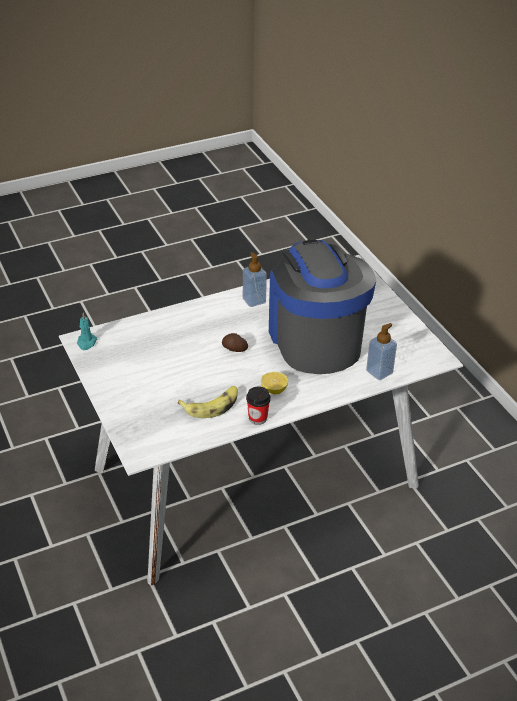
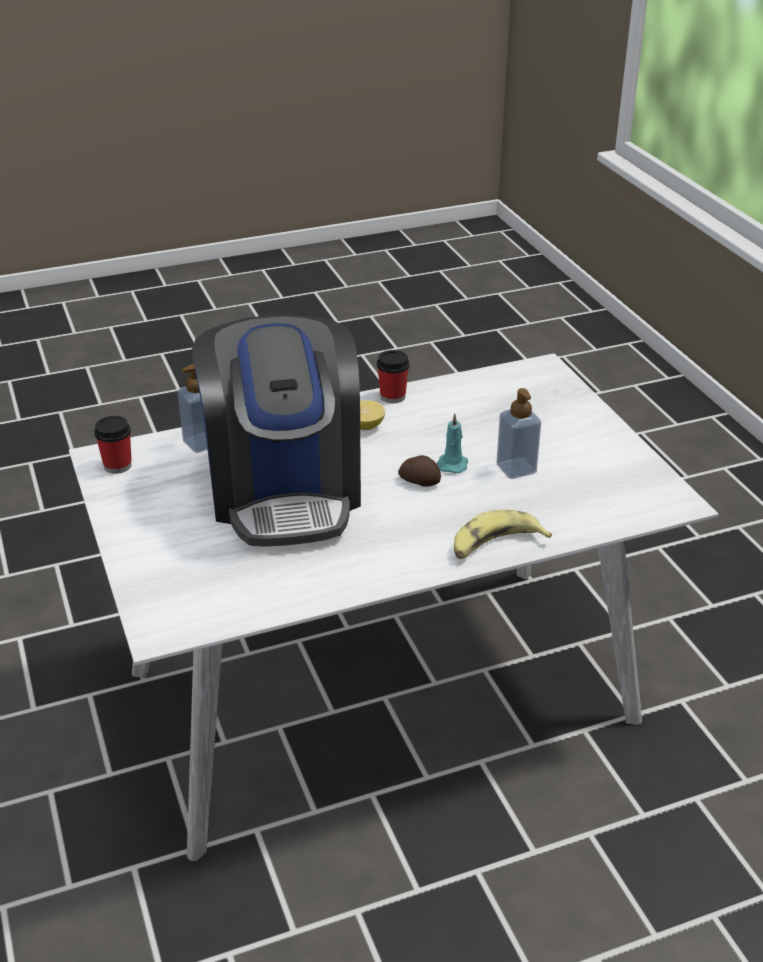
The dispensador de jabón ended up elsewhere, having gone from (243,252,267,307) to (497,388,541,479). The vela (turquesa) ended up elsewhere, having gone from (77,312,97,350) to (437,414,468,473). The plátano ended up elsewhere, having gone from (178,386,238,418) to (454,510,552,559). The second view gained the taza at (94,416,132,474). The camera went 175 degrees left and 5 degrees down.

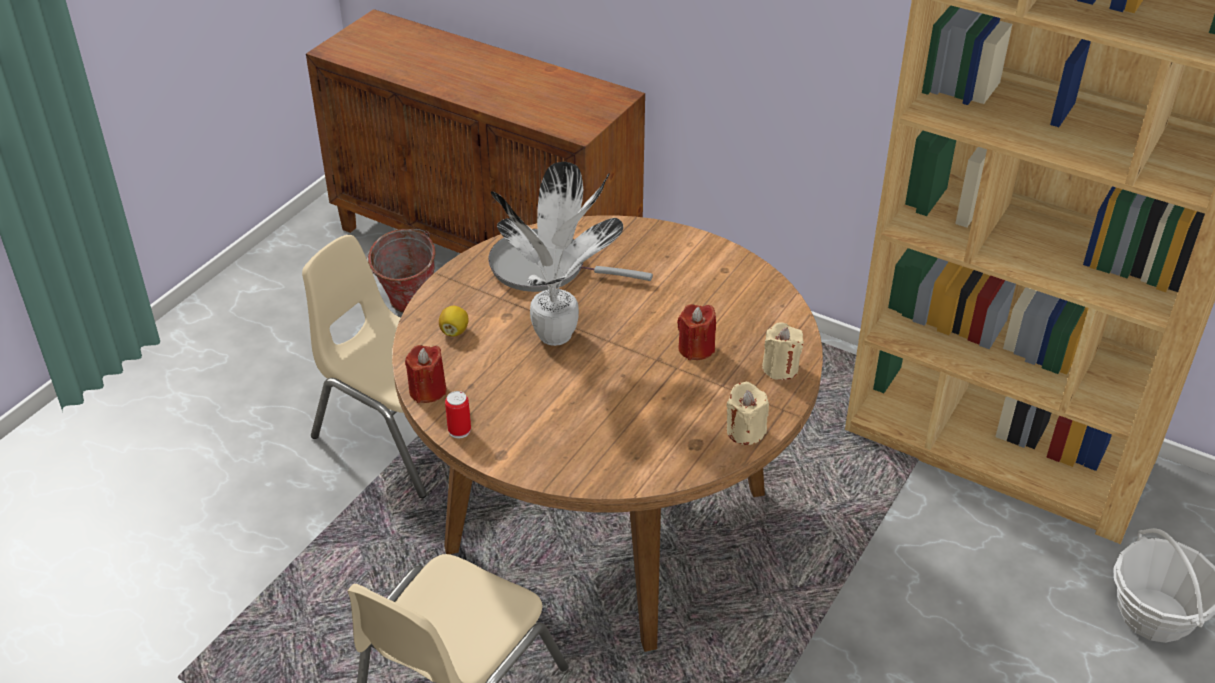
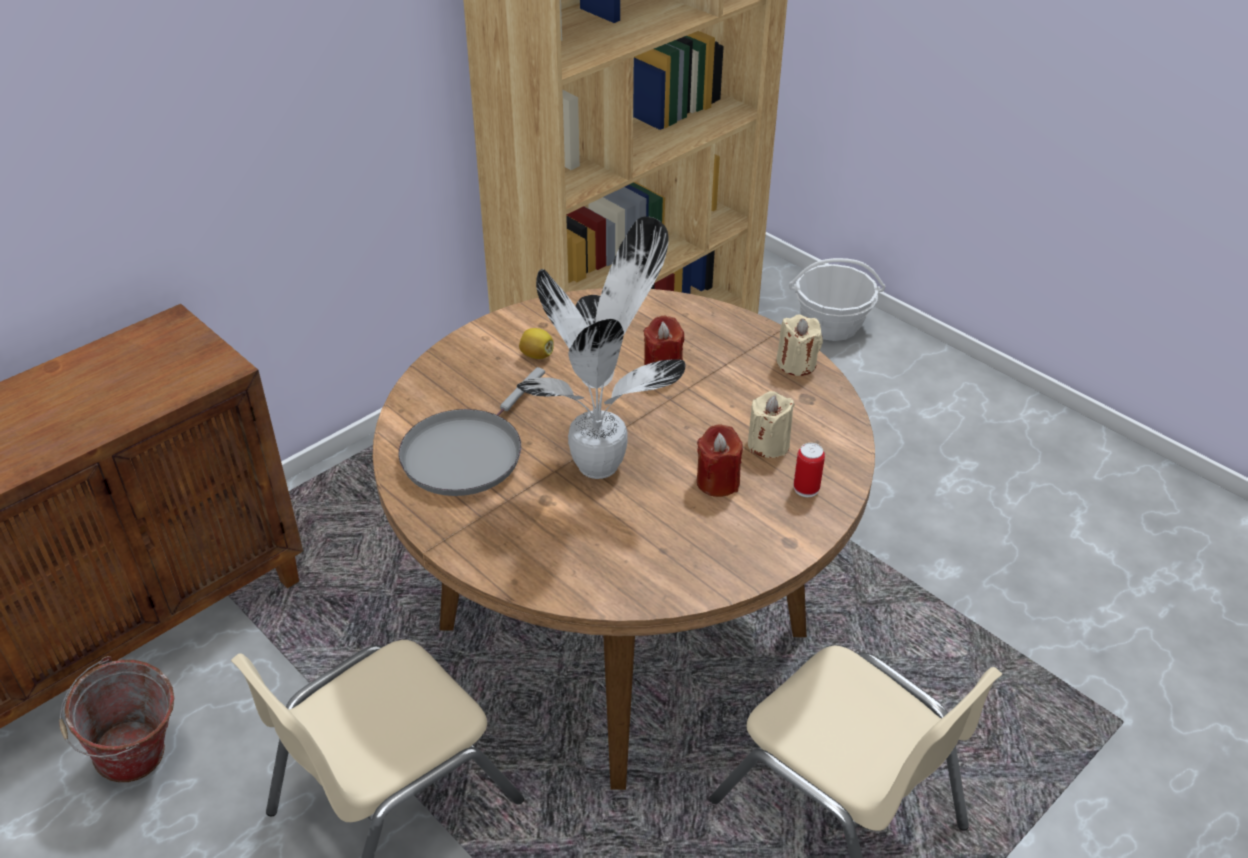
The limón ended up elsewhere, having gone from (439,306,469,337) to (519,328,554,359). The vela (beis) ended up elsewhere, having gone from (762,322,804,380) to (748,391,795,458). The vela (rojo) ended up elsewhere, having gone from (405,345,447,403) to (697,424,743,497). The lata ended up elsewhere, having gone from (445,391,471,438) to (794,443,825,497). The camera went 75 degrees left and 0 degrees up.

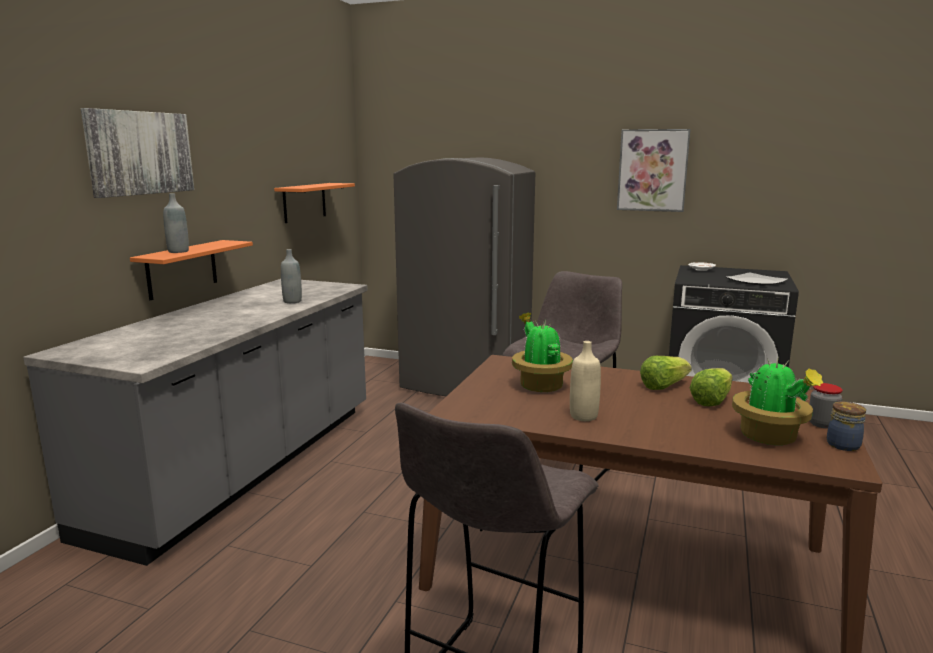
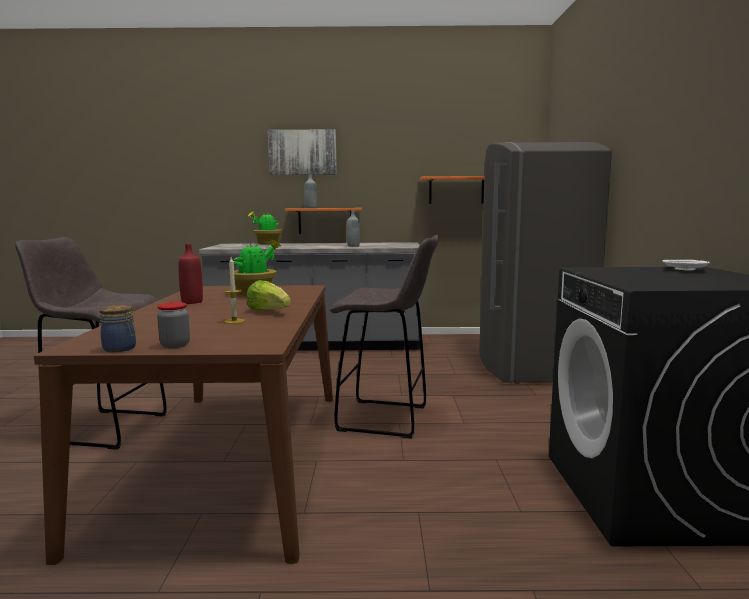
The second view lost the cuadro at (617,129,691,212). The second view lost the plato at (726,272,788,286). What was the botella (beis) at (570,341,601,421) turned into the botella (rojo) at (178,244,203,304). The planta en maceta ended up elsewhere, having gone from (732,355,823,445) to (248,211,282,245). Where the lechuga stood at (690,368,732,406), the vela came to stand at (224,257,245,324). The camera went 70 degrees right and 5 degrees down.

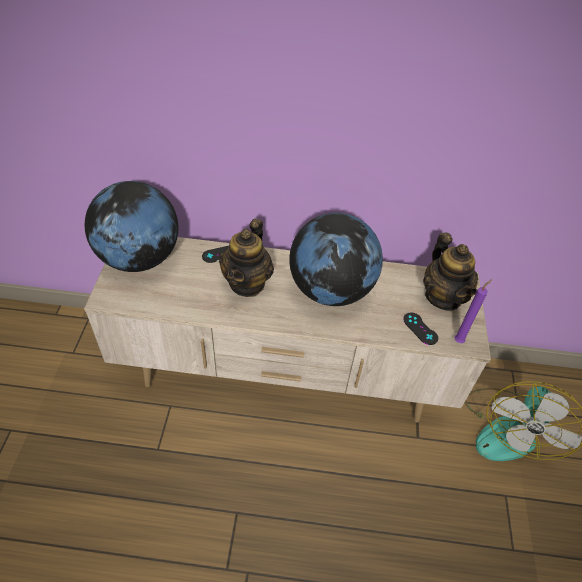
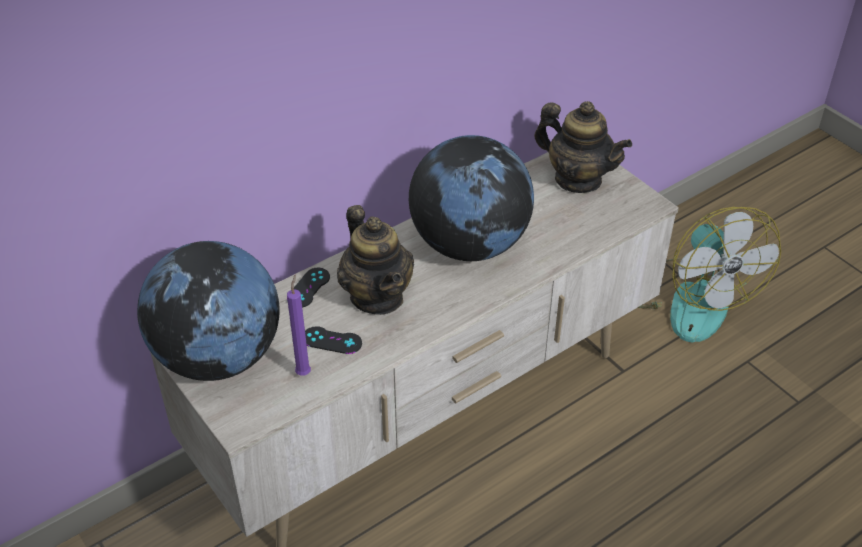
The vela (morado) ended up elsewhere, having gone from (455,279,492,343) to (287,274,311,376). The mando de consola (negro) ended up elsewhere, having gone from (403,313,438,345) to (305,326,362,354). The camera went 40 degrees left and 5 degrees down.

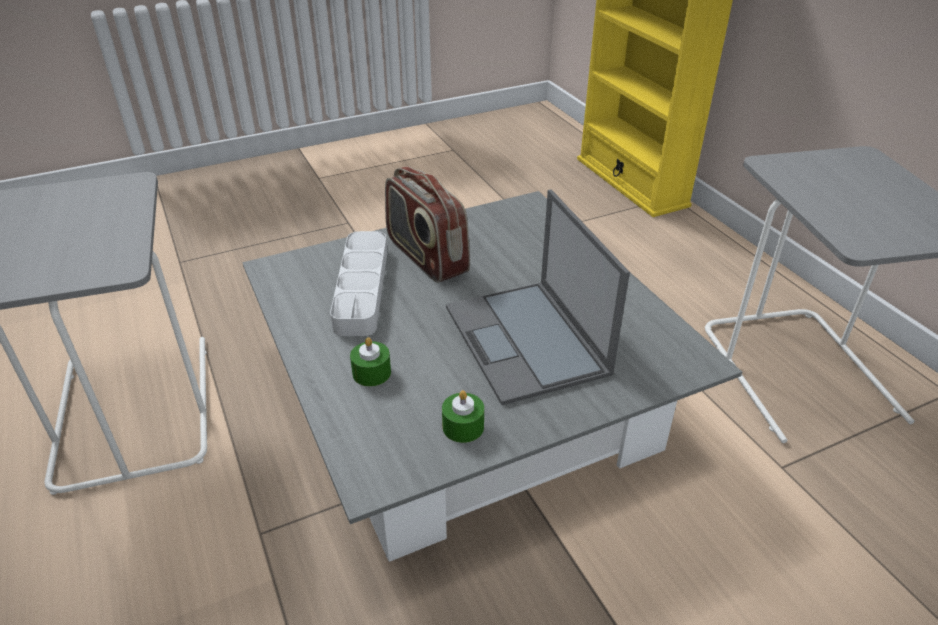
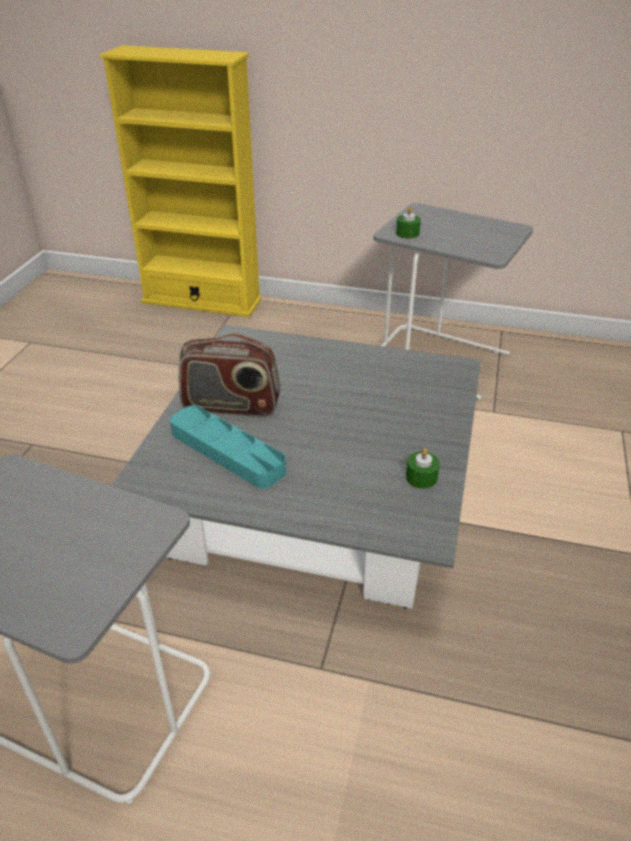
The second view lost the portátil at (446,189,630,405). What was the bandeja (gris) at (330,231,388,336) turned into the bandeja (turquesa) at (170,405,286,489). The vela (verde) ended up elsewhere, having gone from (350,337,391,387) to (396,206,421,239). The camera went 50 degrees left and 0 degrees up.

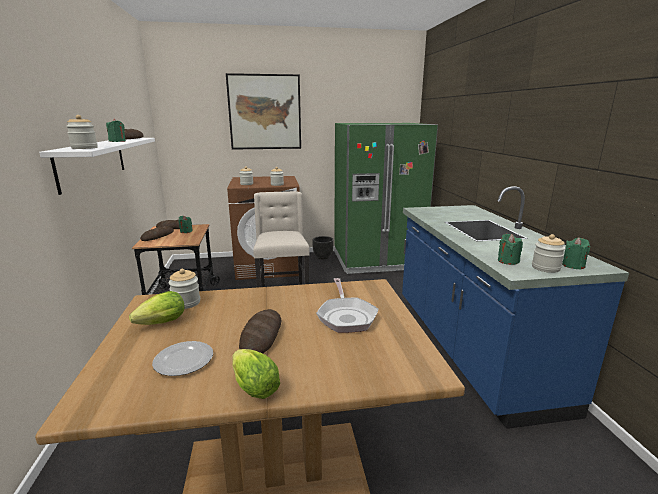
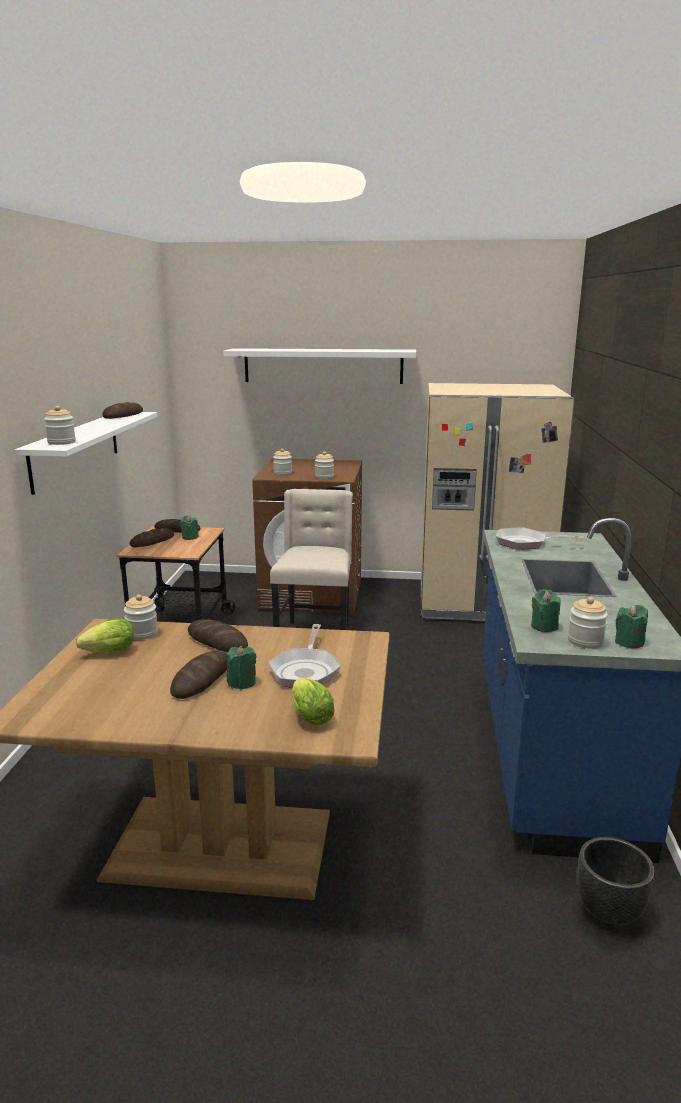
Where the cuadro hung at (226,73,301,150), the estante (blanco) came to hang at (223,348,416,384). The vela (verde) ended up elsewhere, having gone from (106,119,126,142) to (226,646,257,689). What was the nevera (verde) at (334,123,438,274) turned into the nevera (beis) at (421,383,575,621). The maceta (negro) ended up elsewhere, having gone from (312,236,334,259) to (578,837,655,927). The second view lost the plato at (152,341,213,376). The lechuga ended up elsewhere, having gone from (232,349,280,399) to (292,678,334,725). The second view gained the sartén at (496,527,583,550). The second view gained the pan at (188,619,248,652). The camera went 15 degrees right and 0 degrees up.

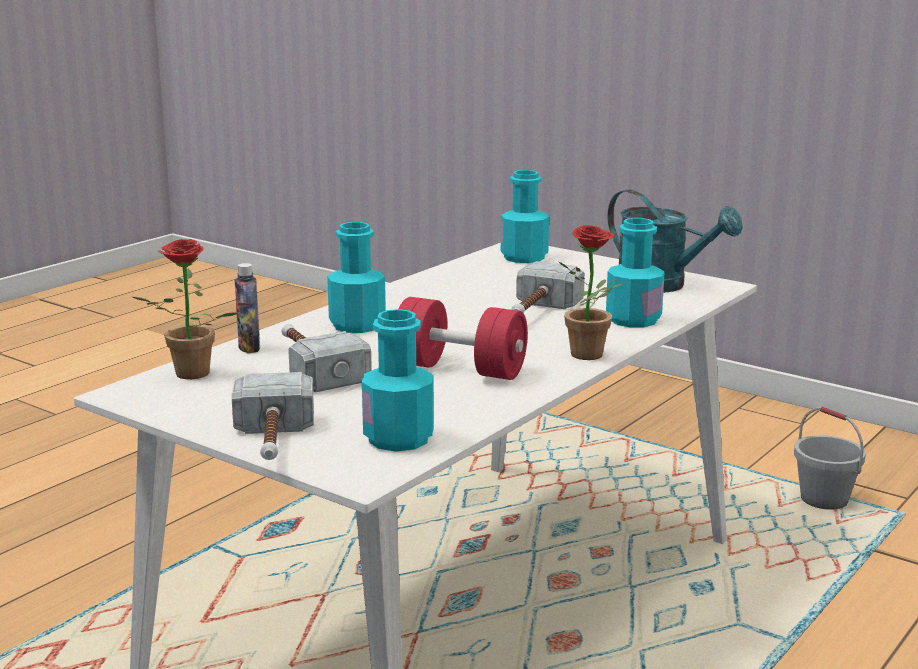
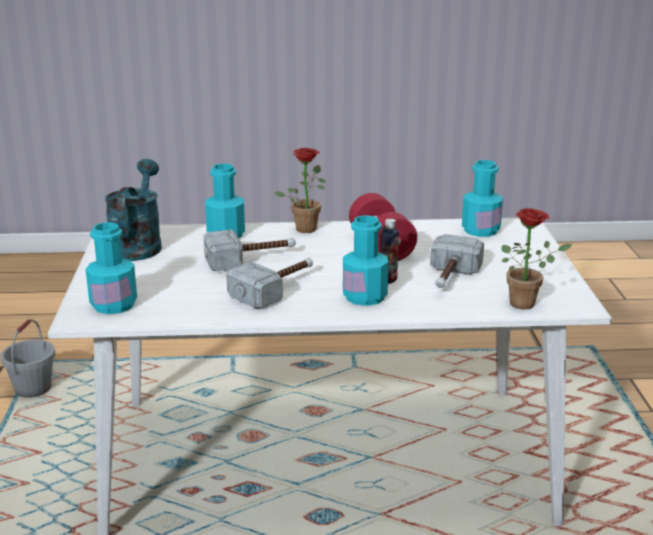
The botella ended up elsewhere, having gone from (235,263,260,353) to (381,219,399,284). The martillo ended up elsewhere, having gone from (232,372,314,460) to (226,257,313,309). The camera went 130 degrees left and 5 degrees up.

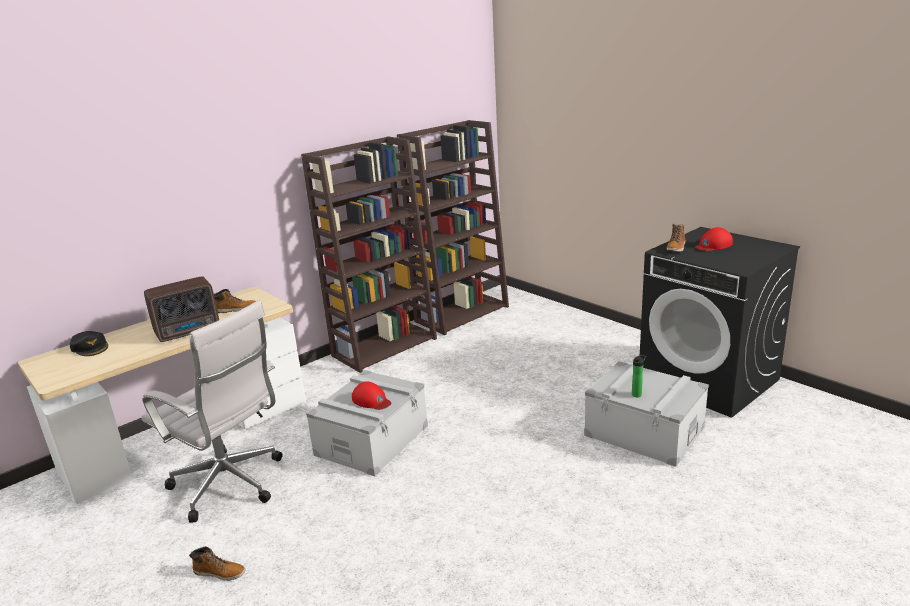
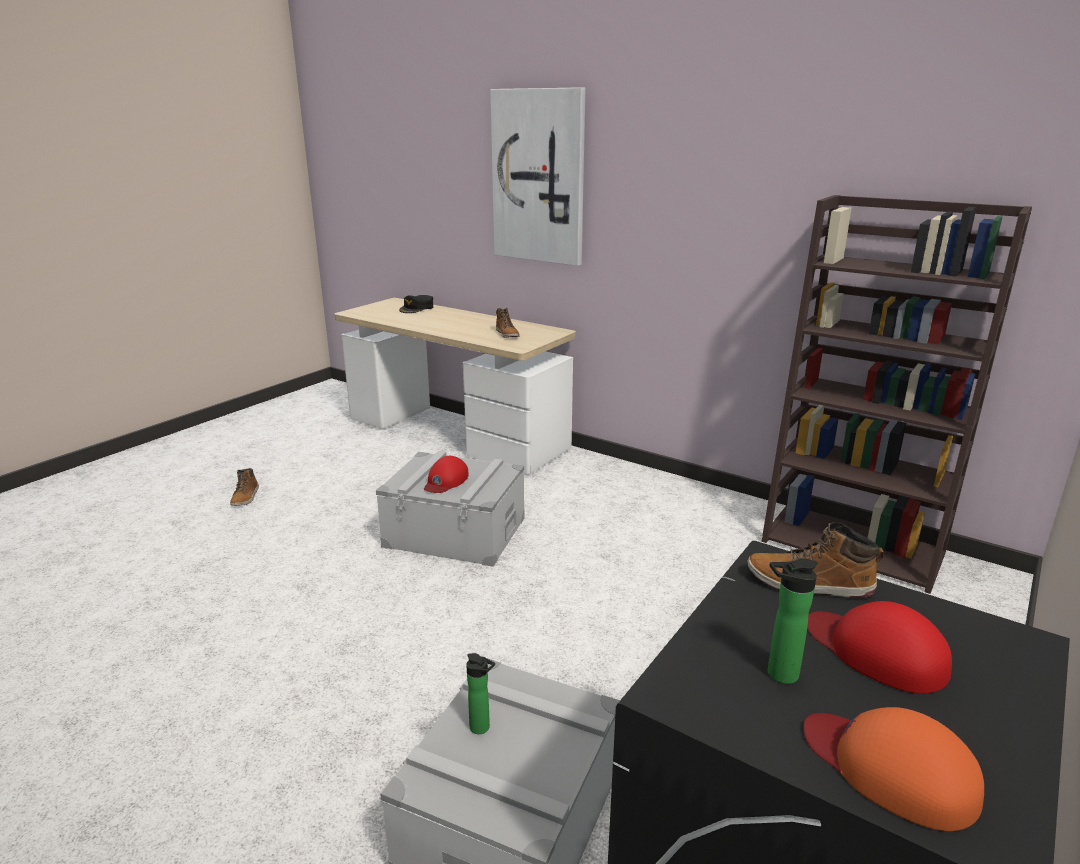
The second view lost the estantería (marrón) at (301,136,437,373). The second view lost the radio at (144,276,219,342). The second view lost the silla de oficina (blanco) at (141,300,283,523). The second view gained the cuadro at (490,87,585,266). The second view gained the botella at (768,558,818,684). The second view gained the gorra (naranja) at (803,707,984,831). The camera went 75 degrees right and 0 degrees up.

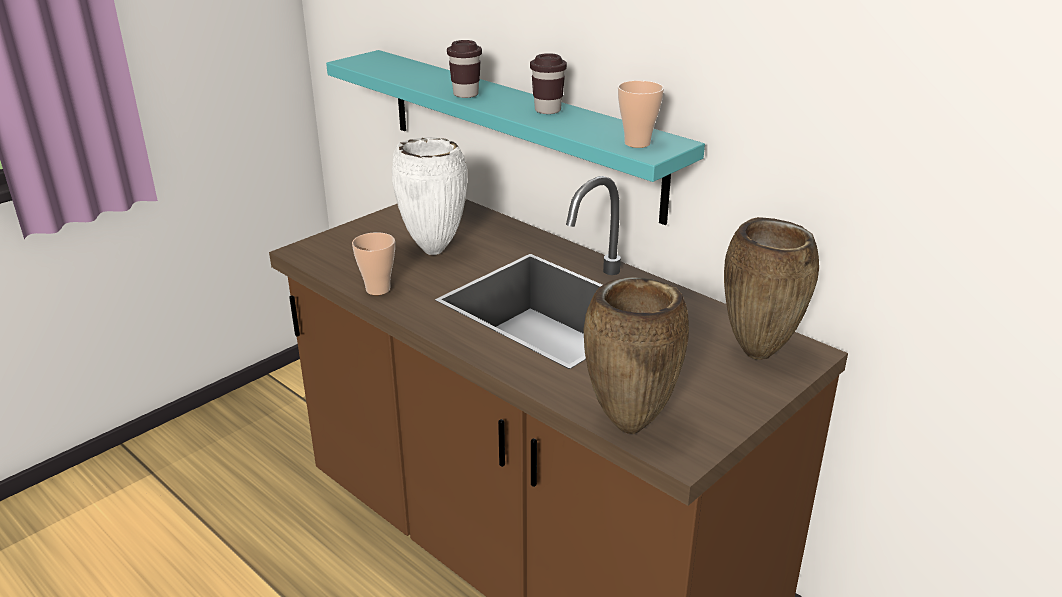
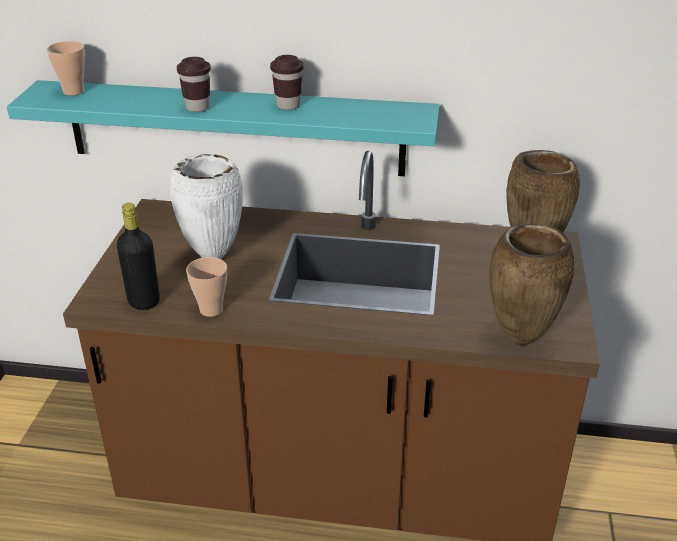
The taza ended up elsewhere, having gone from (618,81,664,148) to (47,41,85,96). The second view gained the botella (negro) at (117,203,160,310). The camera went 35 degrees left and 5 degrees up.

